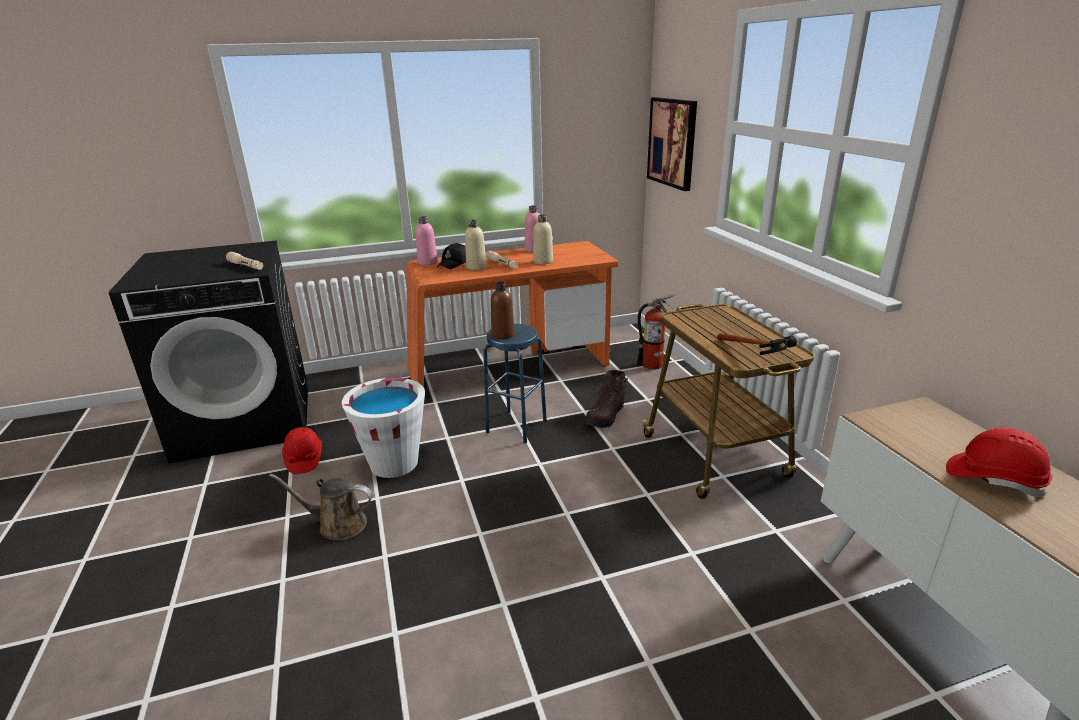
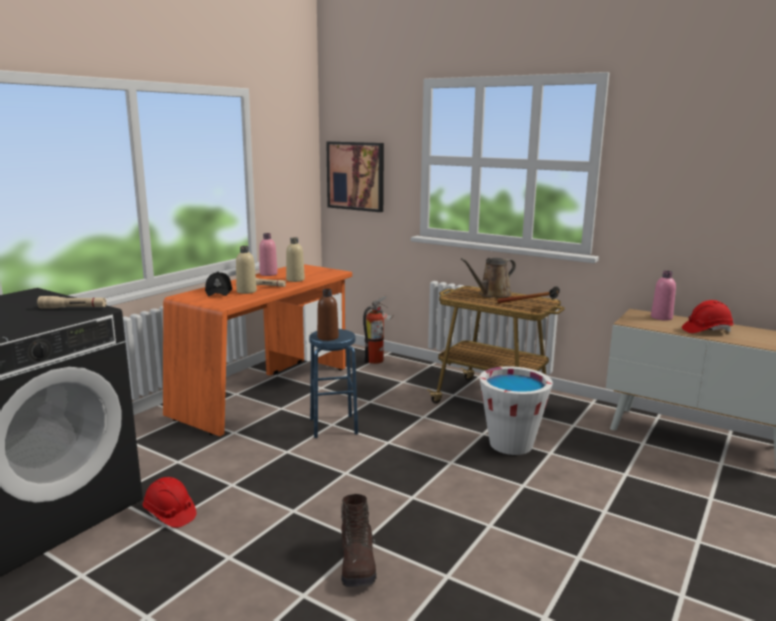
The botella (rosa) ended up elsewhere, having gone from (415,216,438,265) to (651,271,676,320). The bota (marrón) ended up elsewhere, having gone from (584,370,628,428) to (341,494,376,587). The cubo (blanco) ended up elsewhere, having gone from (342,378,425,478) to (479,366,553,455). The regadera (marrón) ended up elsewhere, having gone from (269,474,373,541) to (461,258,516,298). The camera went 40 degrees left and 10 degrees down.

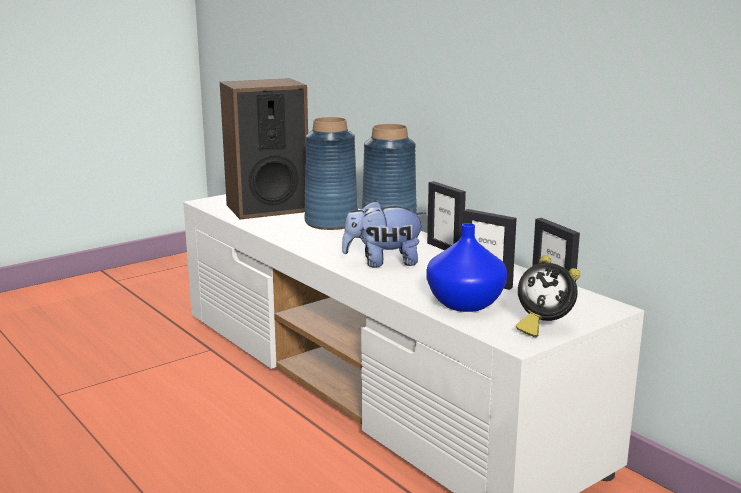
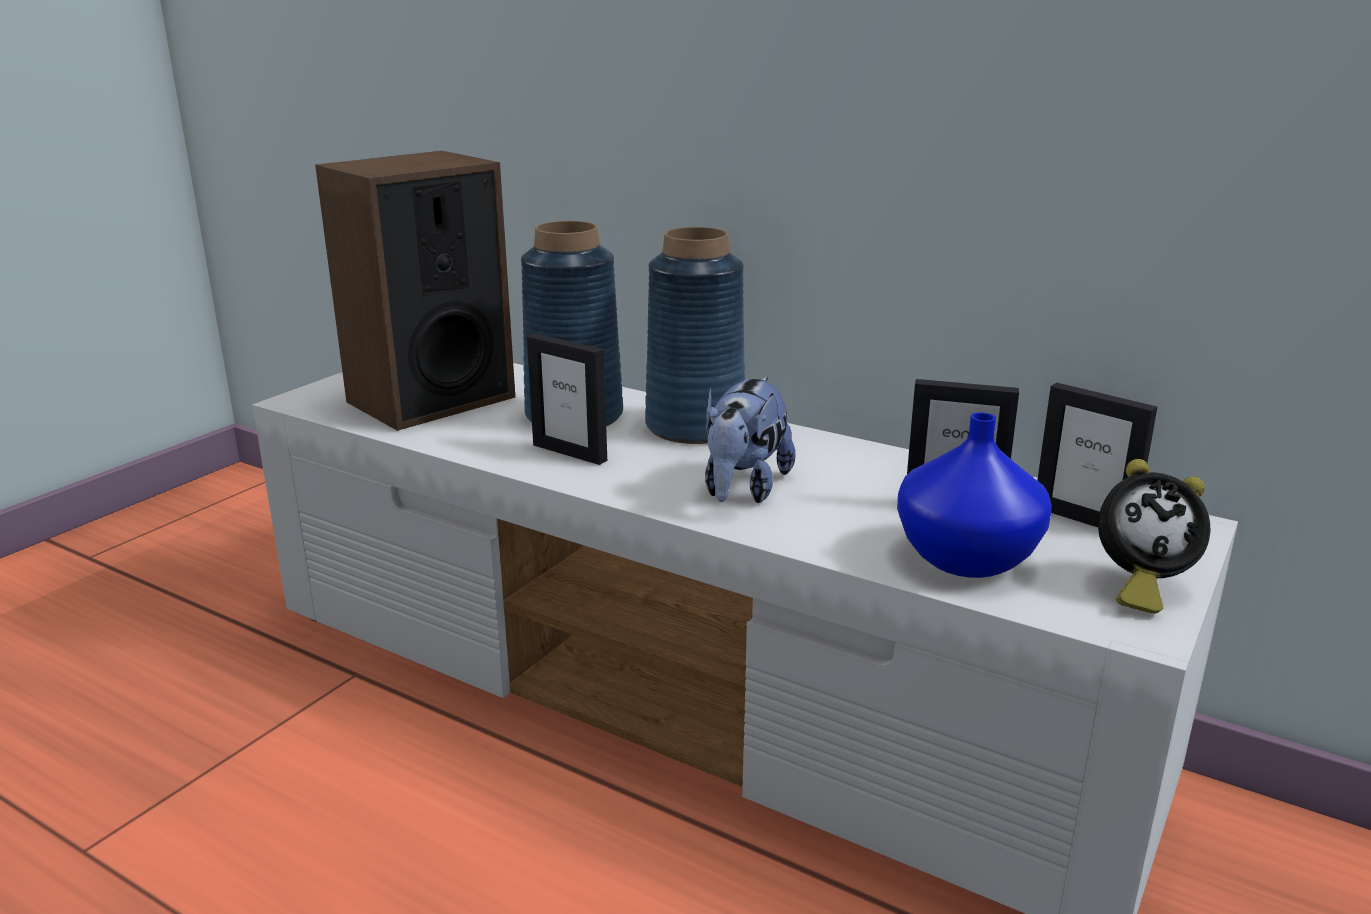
The portarretratos ended up elsewhere, having gone from (427,181,466,250) to (527,333,607,465). The peluche at (342,200,426,268) ended up facing another way, 45 degrees counterclockwise from before. The camera went 20 degrees left and 5 degrees up.

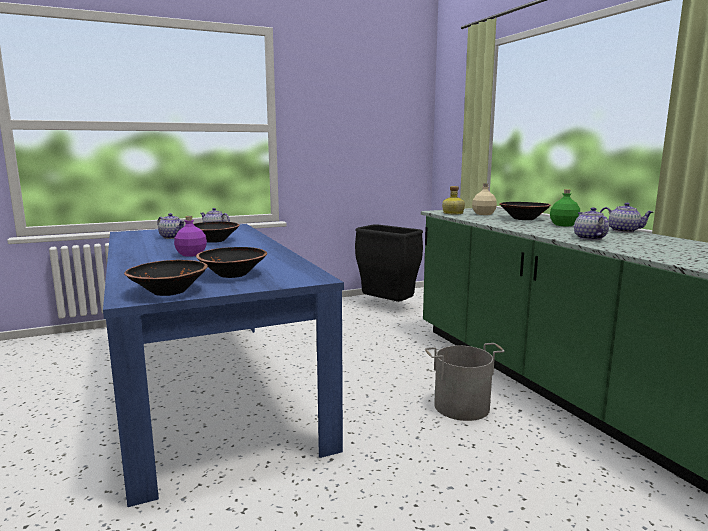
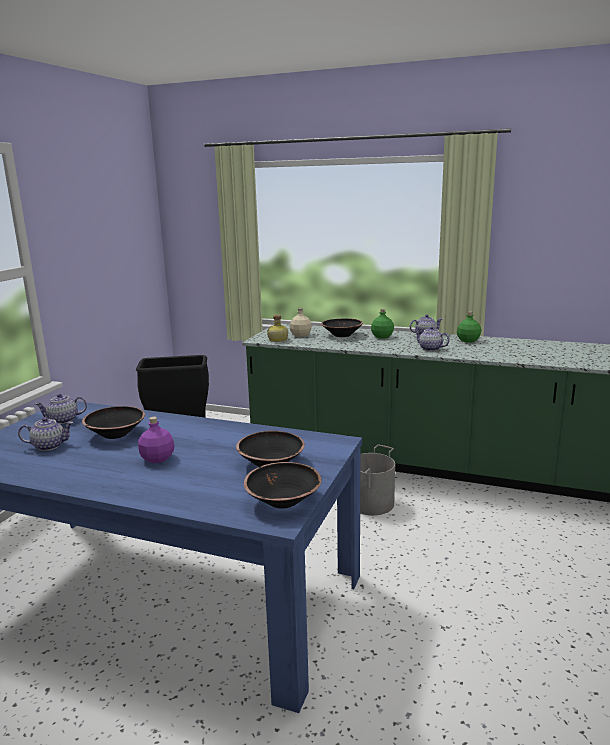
The second view gained the botella (verde) at (457,311,481,342). The camera went 45 degrees left and 5 degrees up.

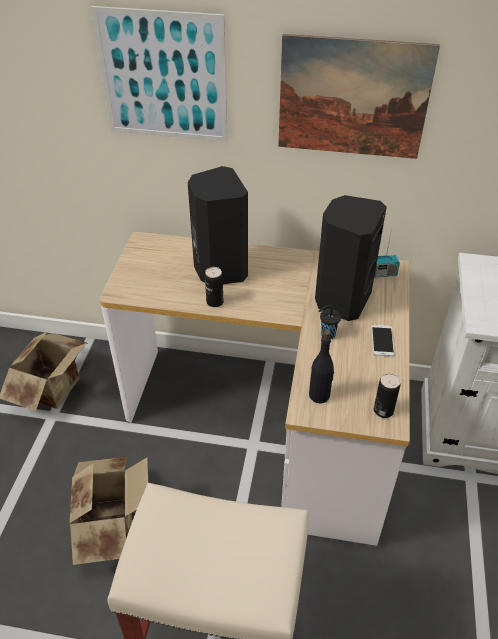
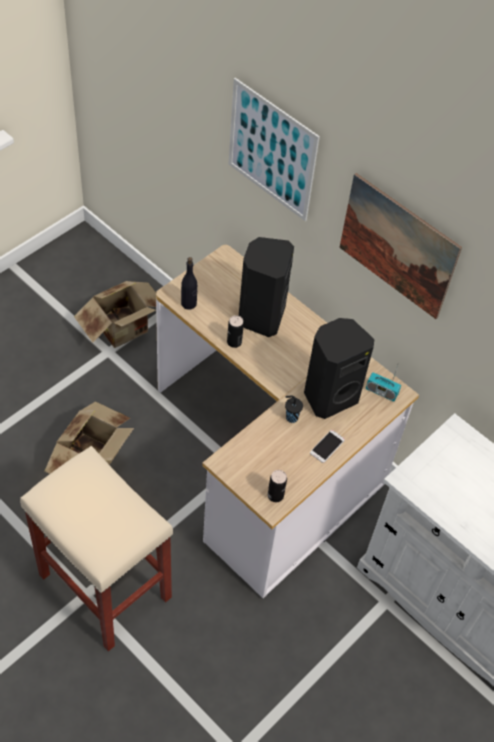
The botella (negro) ended up elsewhere, having gone from (309,330,334,403) to (181,257,197,310). The camera went 30 degrees right and 10 degrees up.

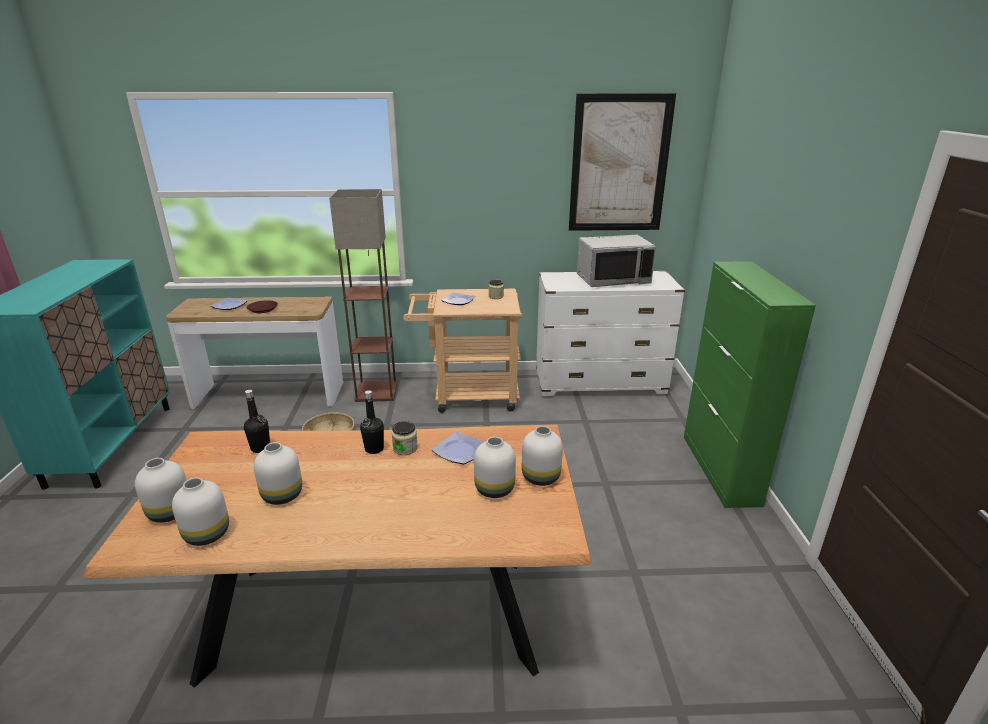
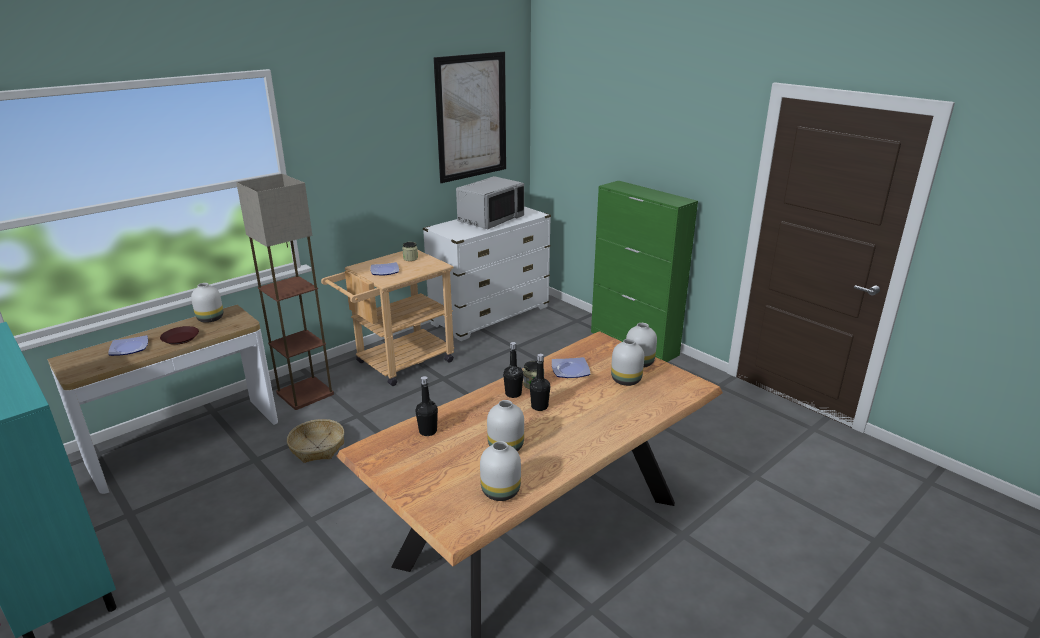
The florero (blanco) ended up elsewhere, having gone from (135,458,187,523) to (191,283,223,323). The second view gained the botella (negro) at (530,354,550,411). The camera went 40 degrees left and 0 degrees up.

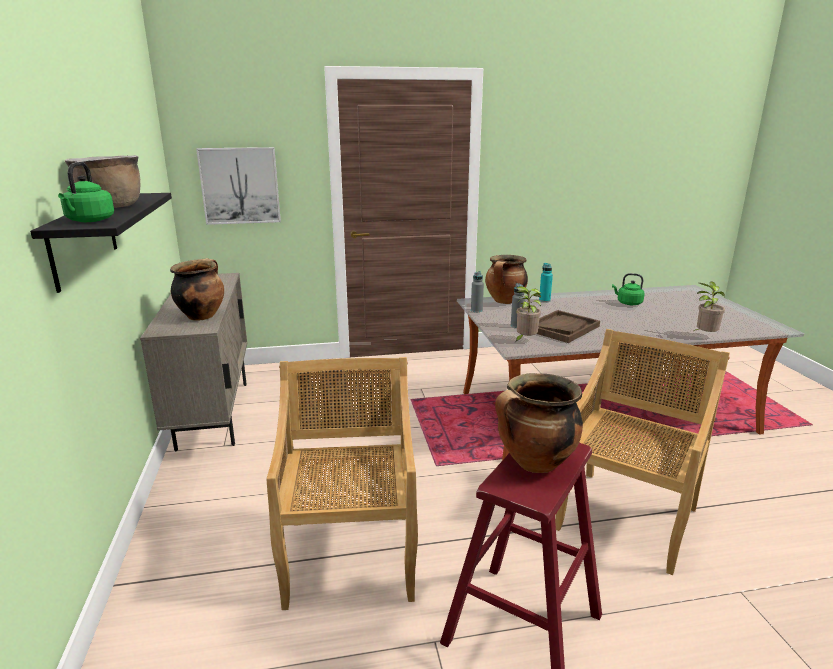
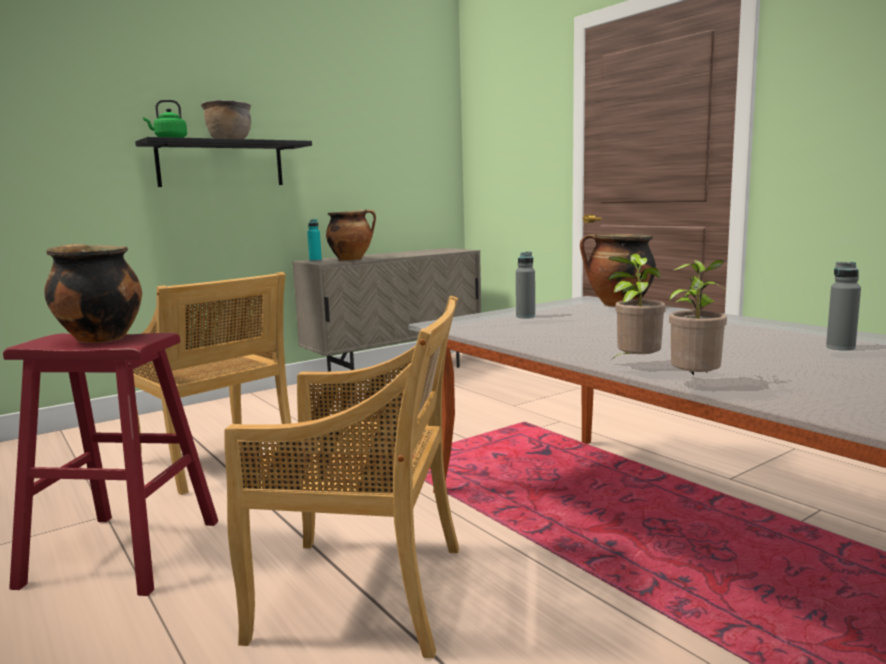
The second view lost the cuadro at (196,147,281,225). The botella (turquesa) ended up elsewhere, having gone from (539,263,553,302) to (307,219,322,262). The botella (gris) ended up elsewhere, having gone from (471,271,484,312) to (826,262,861,350). The second view lost the hervidor (verde) at (612,273,645,305). The planta en maceta ended up elsewhere, having gone from (514,286,541,343) to (608,254,666,362). The second view lost the bandeja (marrón) at (537,310,600,343). The silla (beis) at (267,357,418,610) ended up facing another way, 75 degrees clockwise from before. The camera went 65 degrees right and 10 degrees down.

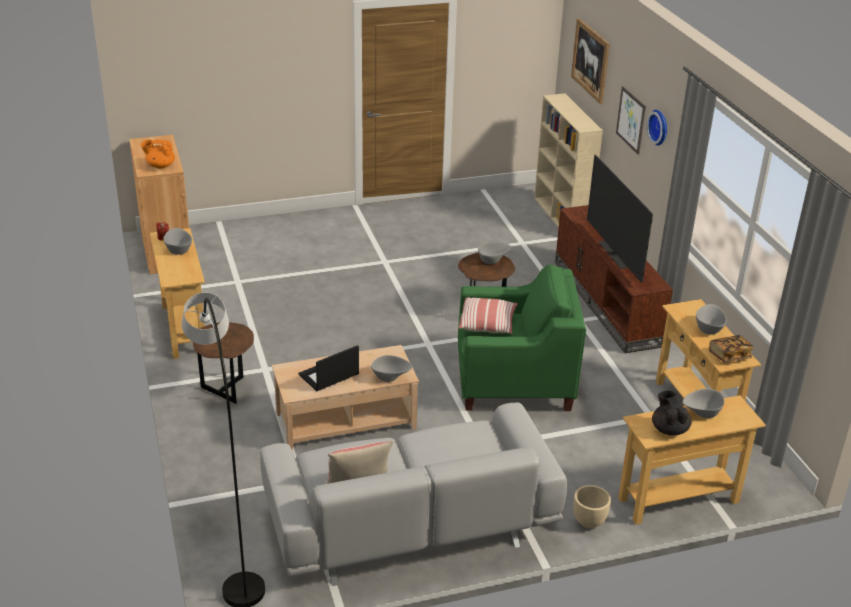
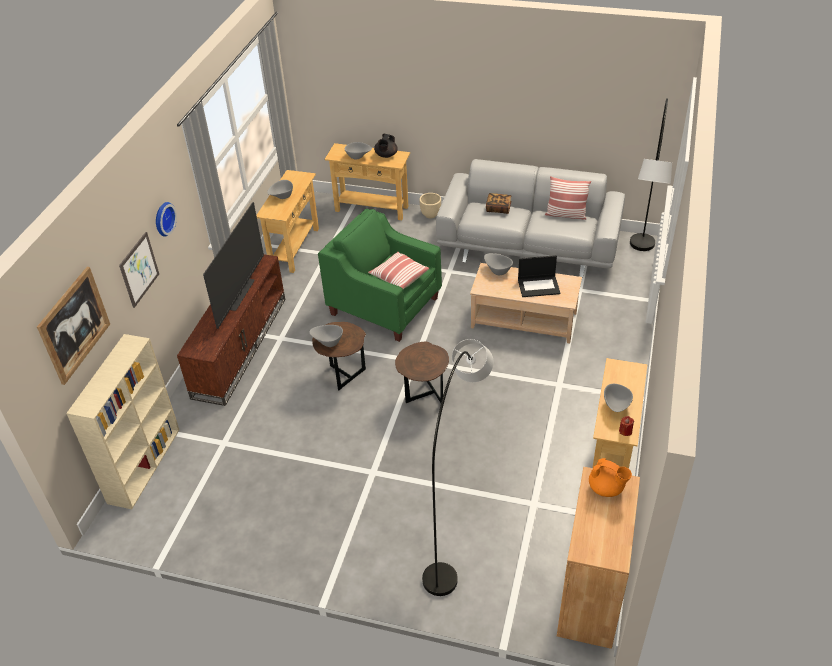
The mesa auxiliar (marrón) ended up elsewhere, having gone from (193,322,254,404) to (395,341,449,403). The libro ended up elsewhere, having gone from (709,335,754,362) to (486,193,511,214). The second view gained the lámpara de pie (gris) at (422,339,494,596). The camera went 145 degrees left and 10 degrees up.

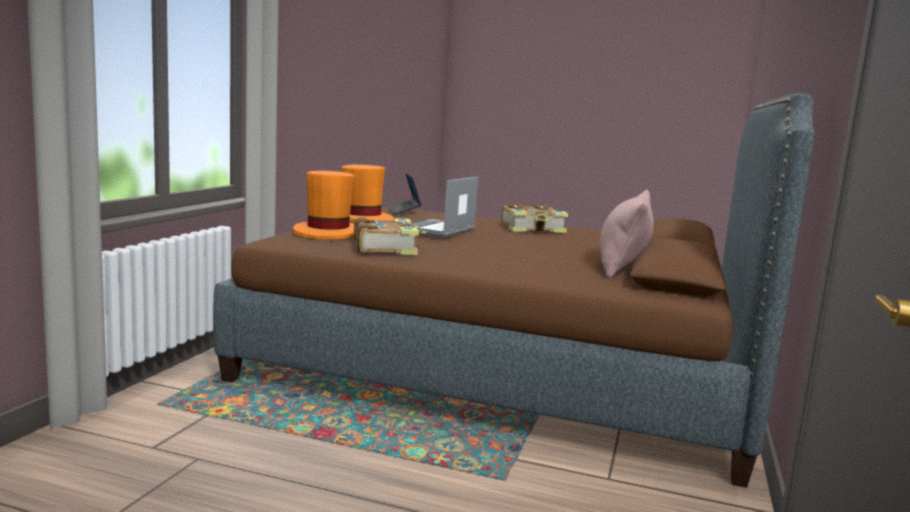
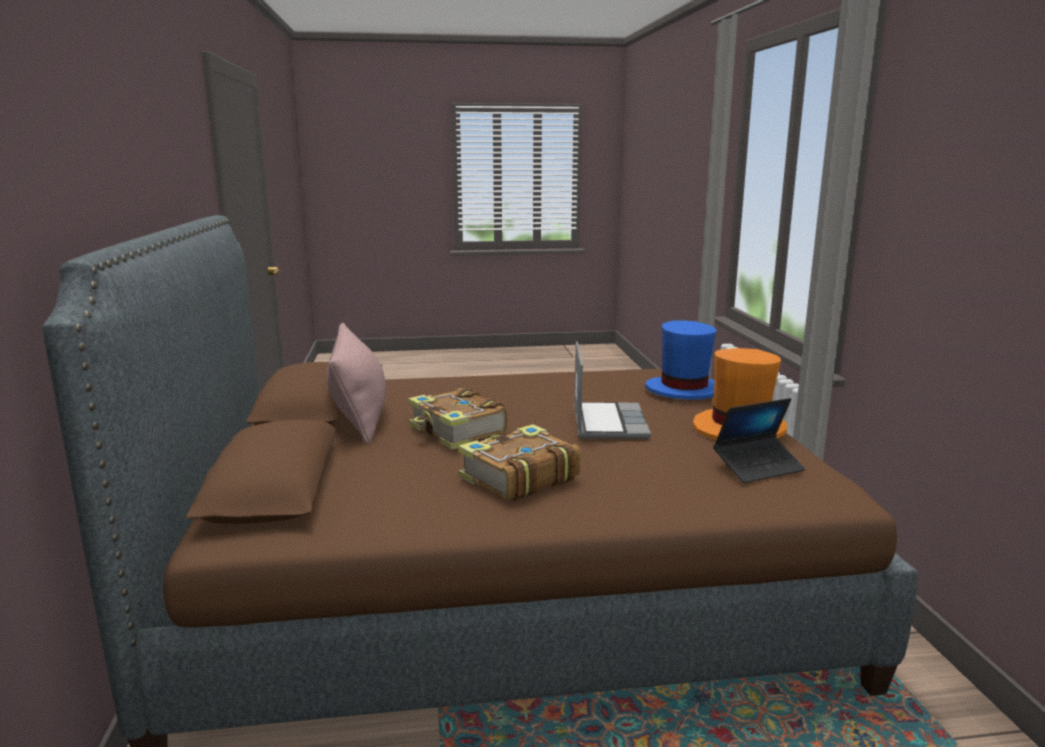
What was the sombrero (naranja) at (293,171,355,239) turned into the sombrero (azul) at (645,320,717,400). The portátil at (388,173,421,215) ended up facing another way, 105 degrees clockwise from before. The libro ended up elsewhere, having gone from (354,217,426,255) to (408,388,508,450). The camera went 155 degrees right and 5 degrees up.

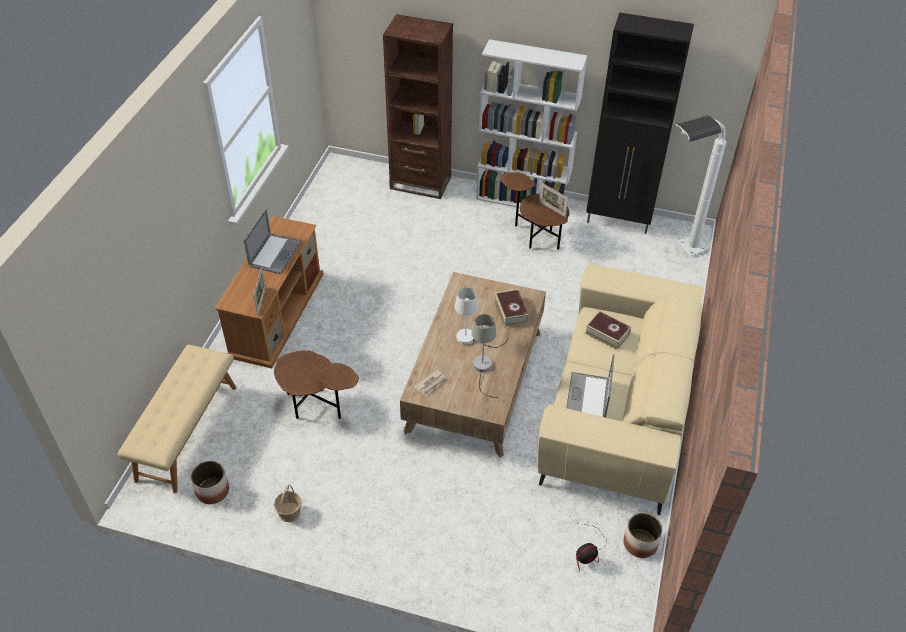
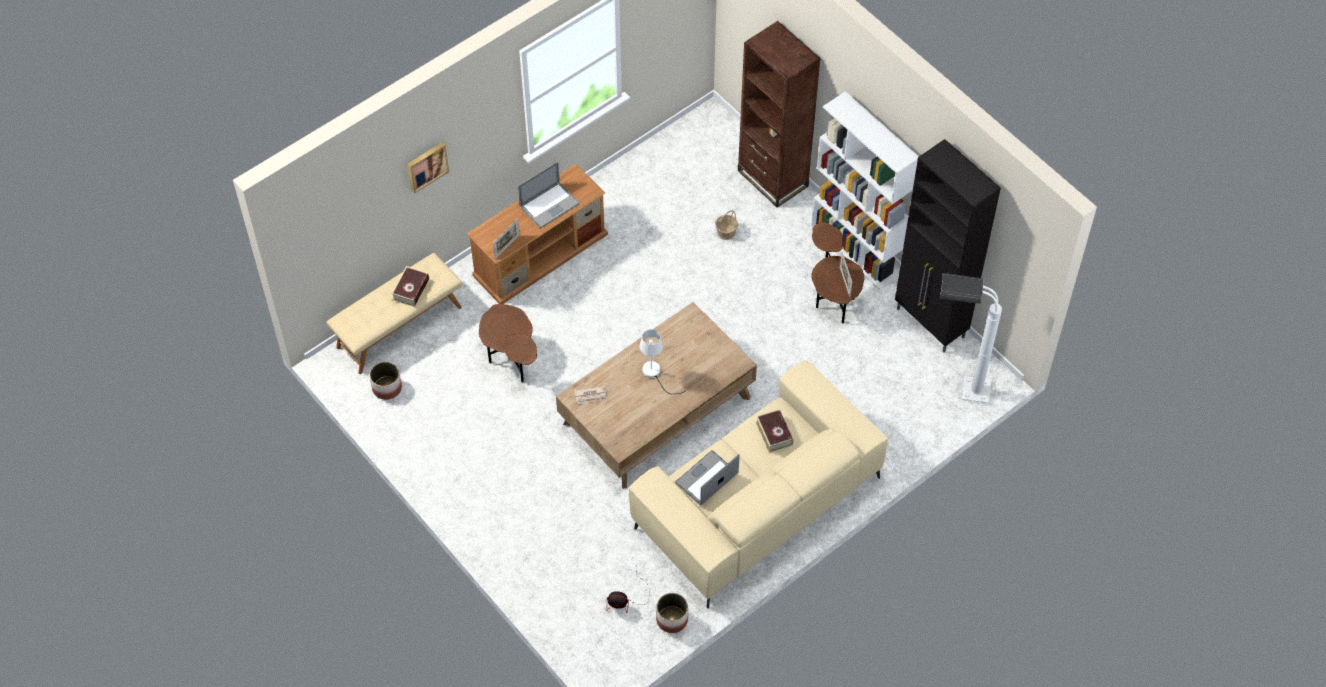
The libro ended up elsewhere, having gone from (494,289,529,327) to (391,266,429,307). The second view lost the lámpara de mesa (gris) at (472,314,498,398). The cesta ended up elsewhere, having gone from (274,485,302,522) to (715,210,738,240). The second view gained the cuadro at (407,142,449,194). The camera went 35 degrees right and 10 degrees up.

